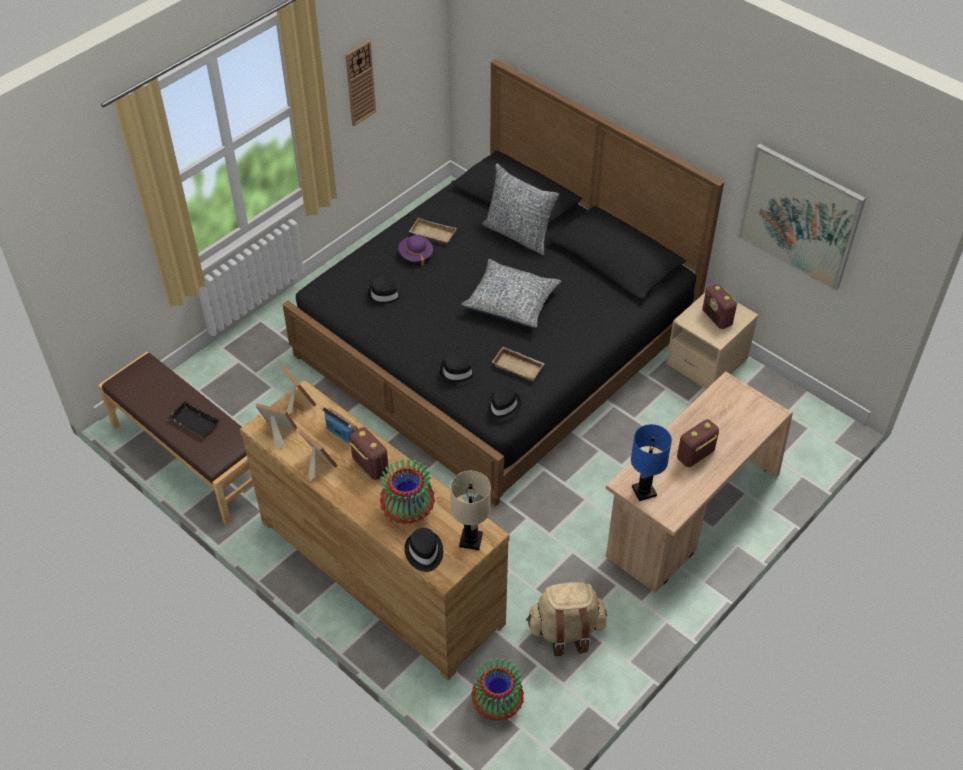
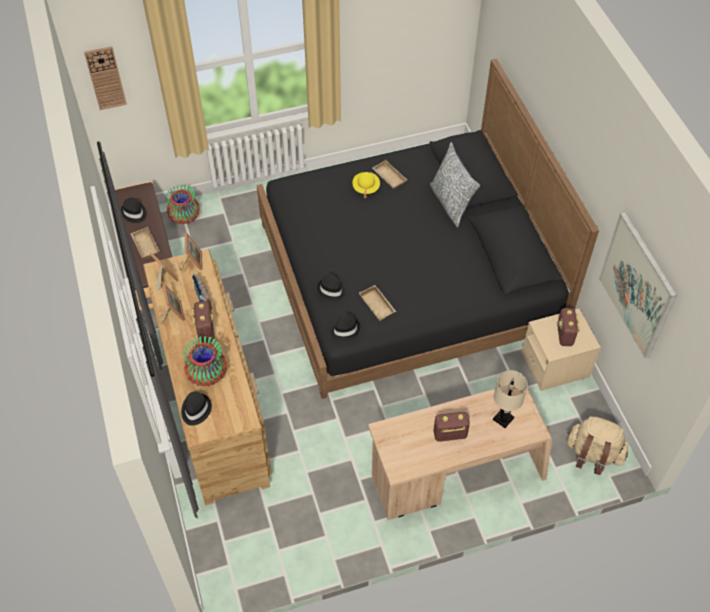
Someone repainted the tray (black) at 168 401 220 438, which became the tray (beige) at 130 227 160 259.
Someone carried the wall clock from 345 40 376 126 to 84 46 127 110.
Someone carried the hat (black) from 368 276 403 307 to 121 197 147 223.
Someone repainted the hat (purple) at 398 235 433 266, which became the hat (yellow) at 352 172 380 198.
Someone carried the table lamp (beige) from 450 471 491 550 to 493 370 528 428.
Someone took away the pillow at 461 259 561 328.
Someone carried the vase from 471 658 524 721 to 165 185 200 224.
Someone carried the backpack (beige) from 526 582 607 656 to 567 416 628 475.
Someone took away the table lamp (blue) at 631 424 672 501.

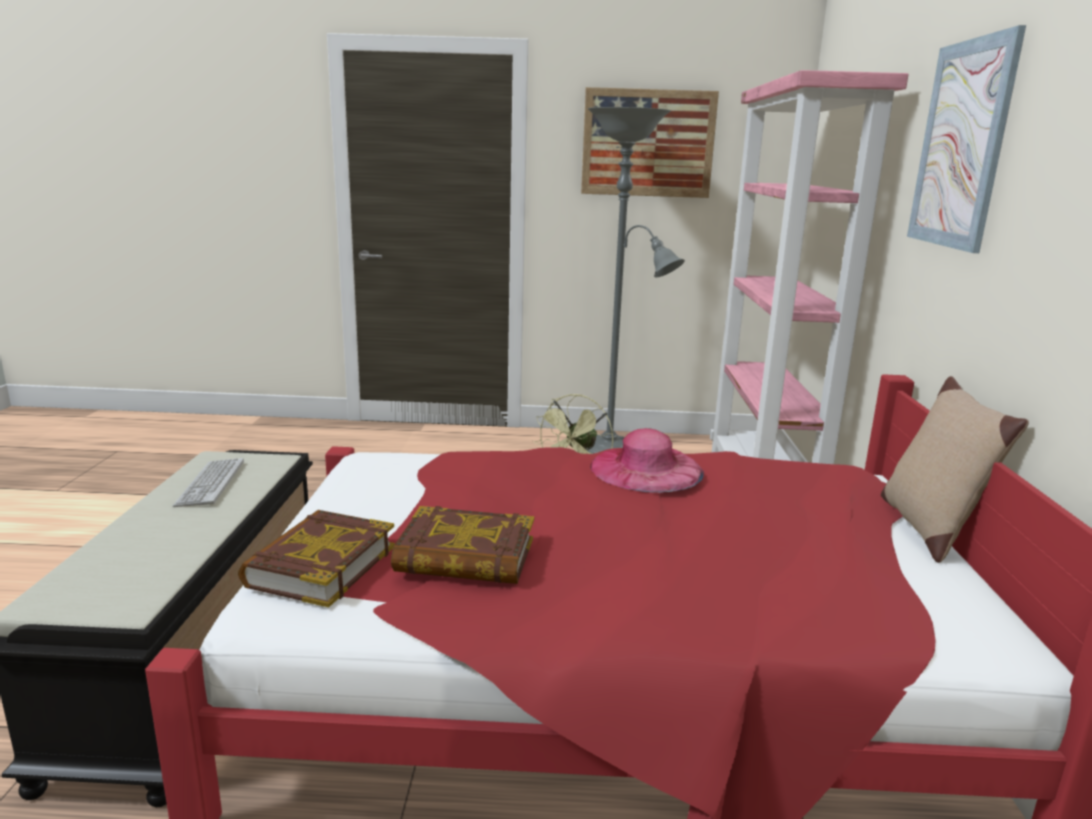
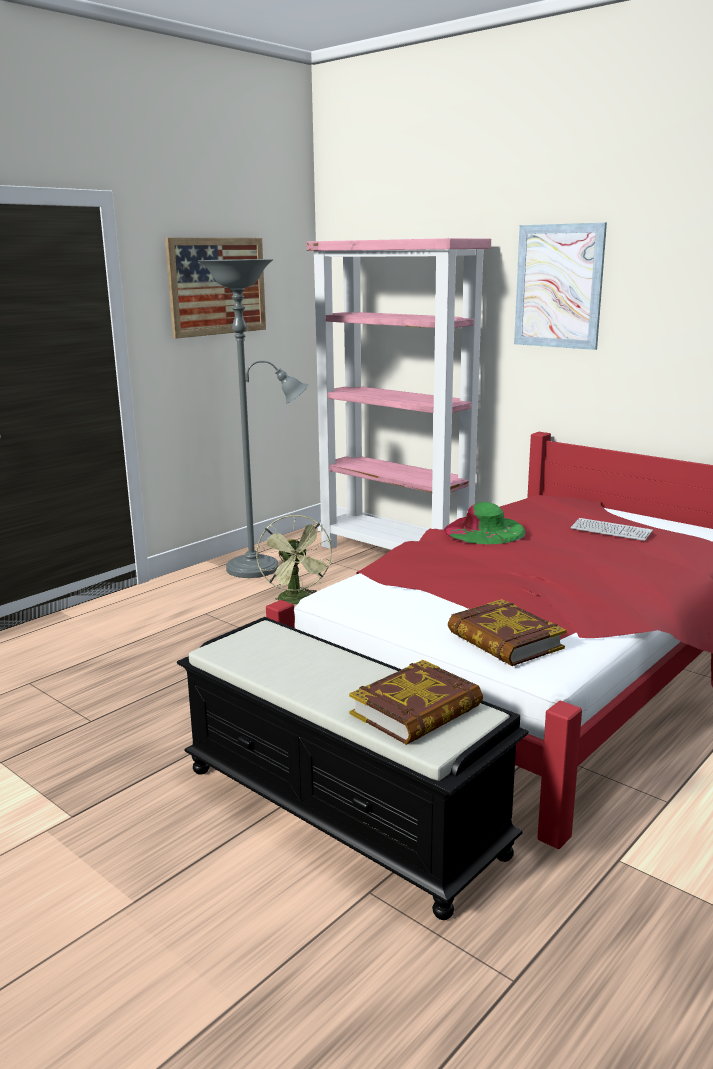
Someone carried the keyboard from 172 458 244 507 to 571 518 653 541.
Someone carried the book from 391 506 534 584 to 349 660 483 745.
Someone repainted the hat (pink) at 590 428 704 493, which became the hat (green) at 444 502 526 544.
Someone took away the pillow (beige) at 881 376 1029 563.

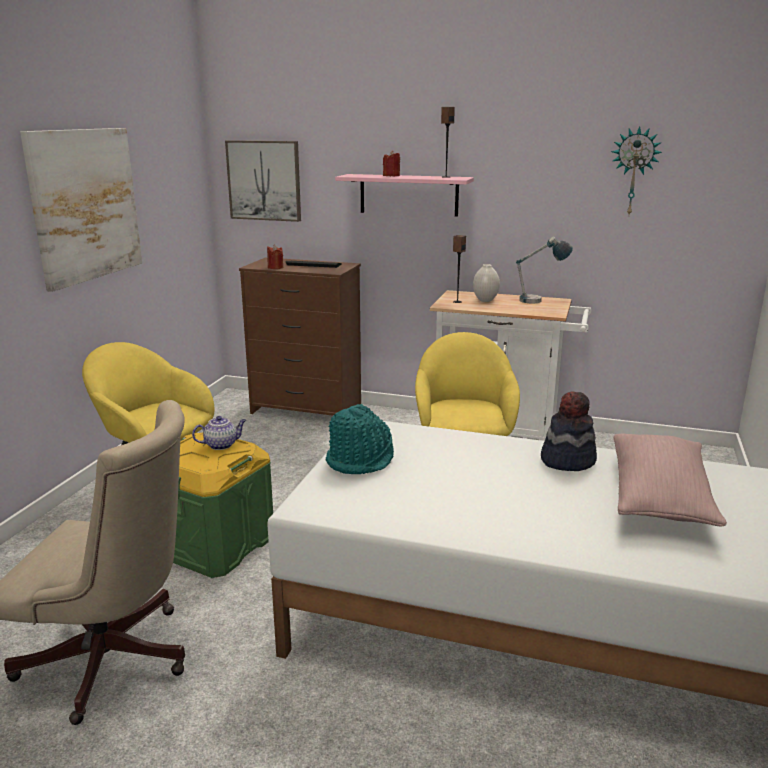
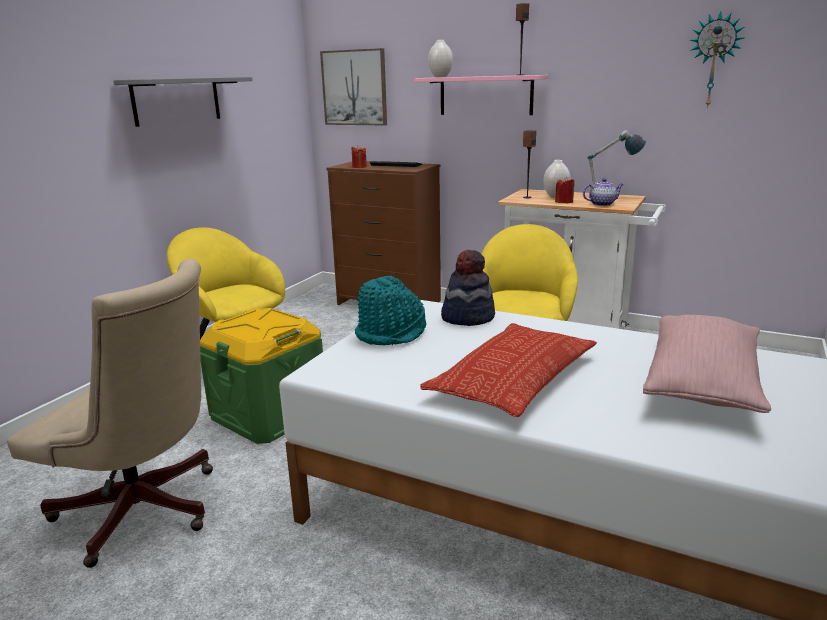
Someone swapped the picture at 20 128 142 292 for the shelf (grey) at 113 77 253 127.
Someone carried the teapot from 192 416 246 450 to 583 178 624 206.
Someone carried the candle (red) from 383 151 400 176 to 555 177 574 203.
Someone carried the hat from 541 391 597 471 to 441 250 495 326.
Someone put down the pillow at 420 323 597 417.
Someone put down the vase (white) at 428 40 453 77.

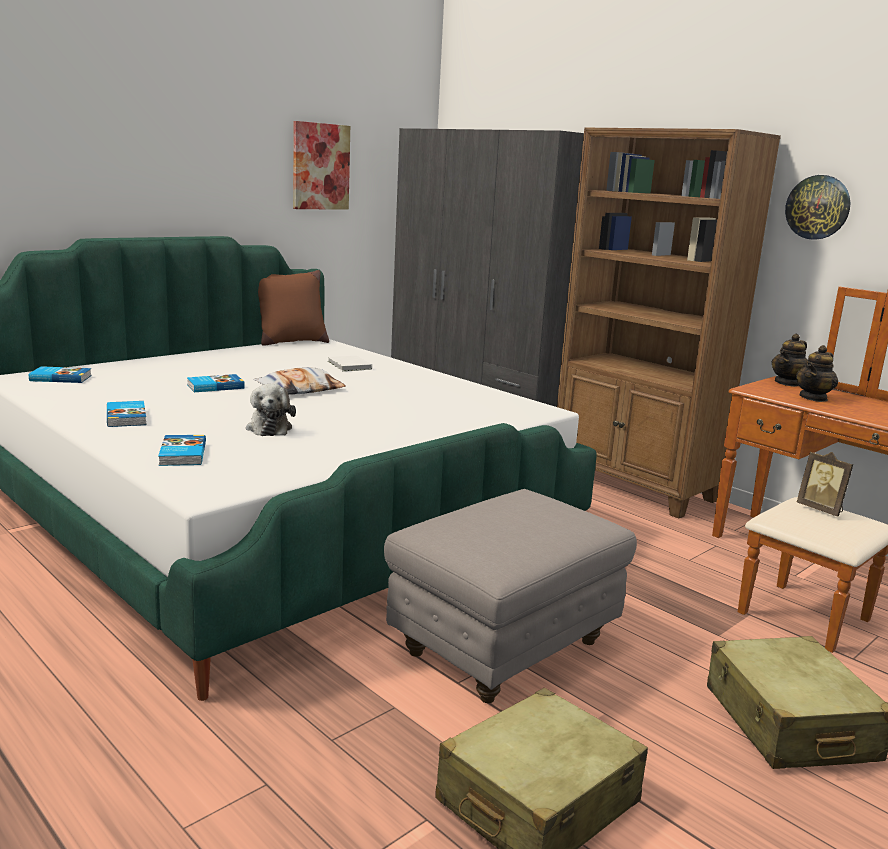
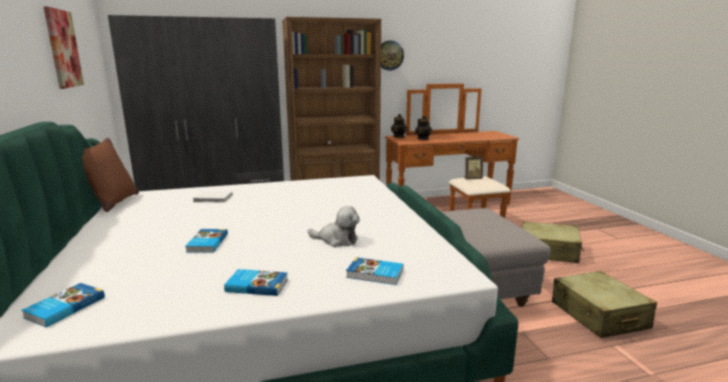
Someone took away the pillow at 253 367 346 394.

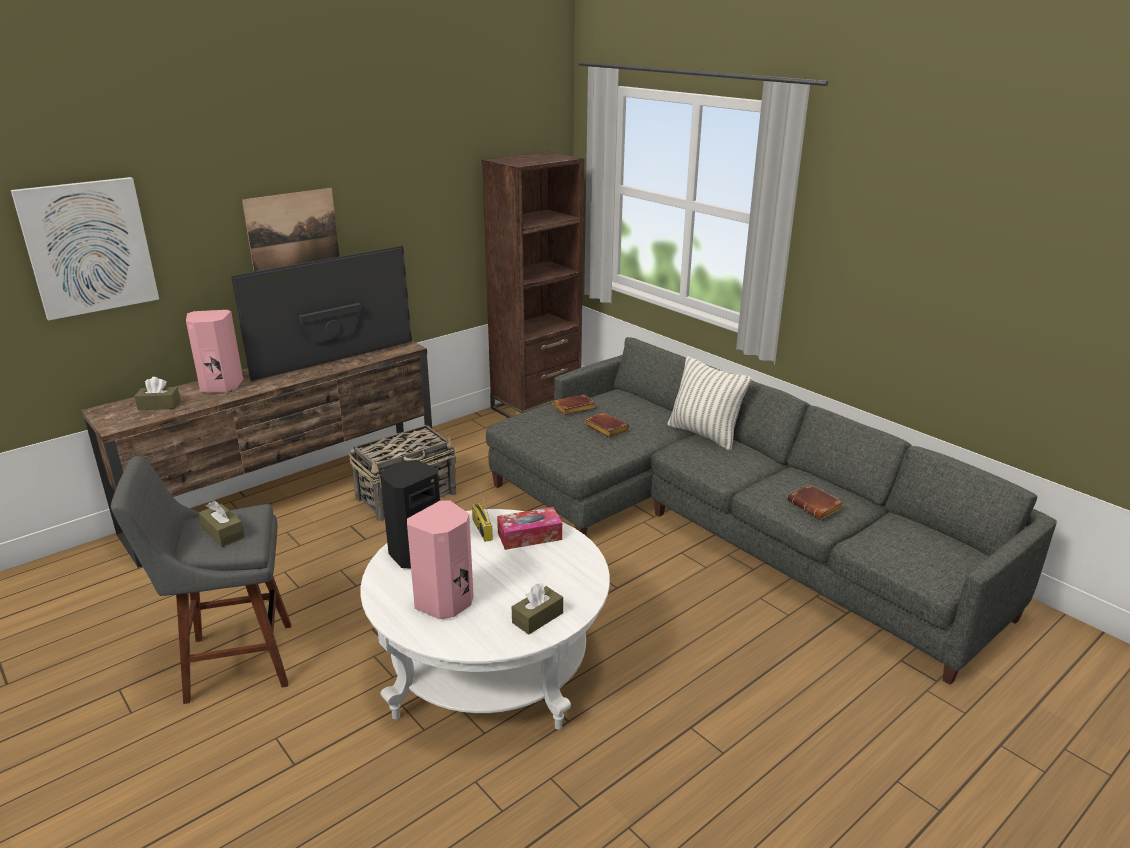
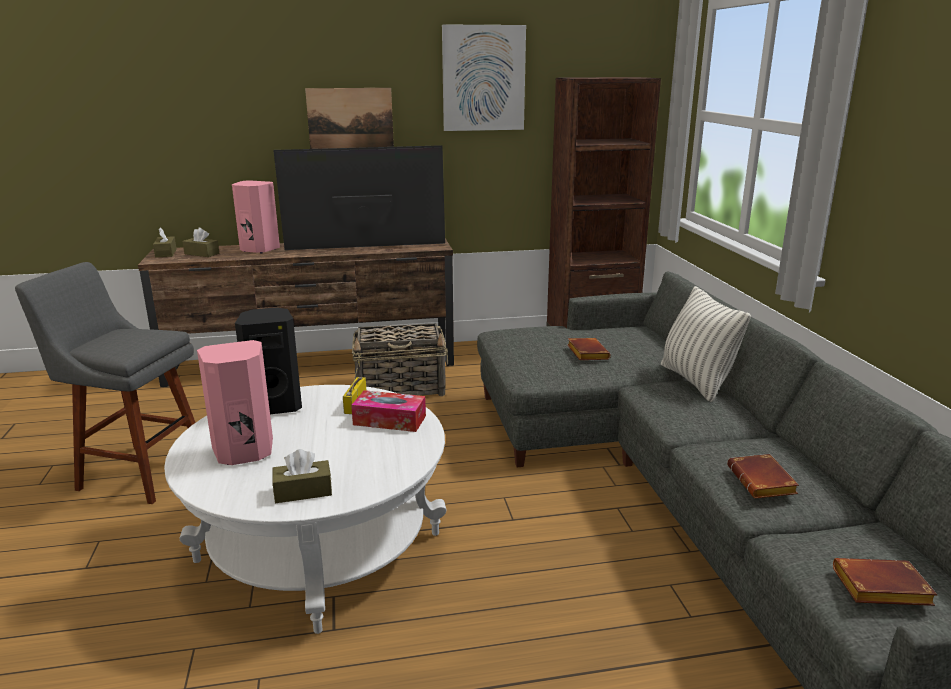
Someone carried the picture from 11 177 159 320 to 442 25 526 131.
Someone carried the tissue box (brown) from 199 500 245 547 to 153 227 177 258.
Someone carried the book (brown) from 553 395 595 415 to 833 558 938 606.

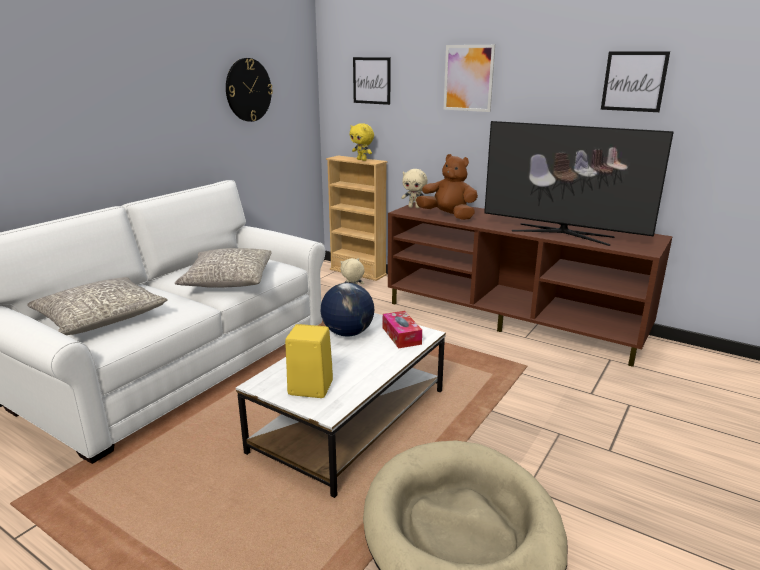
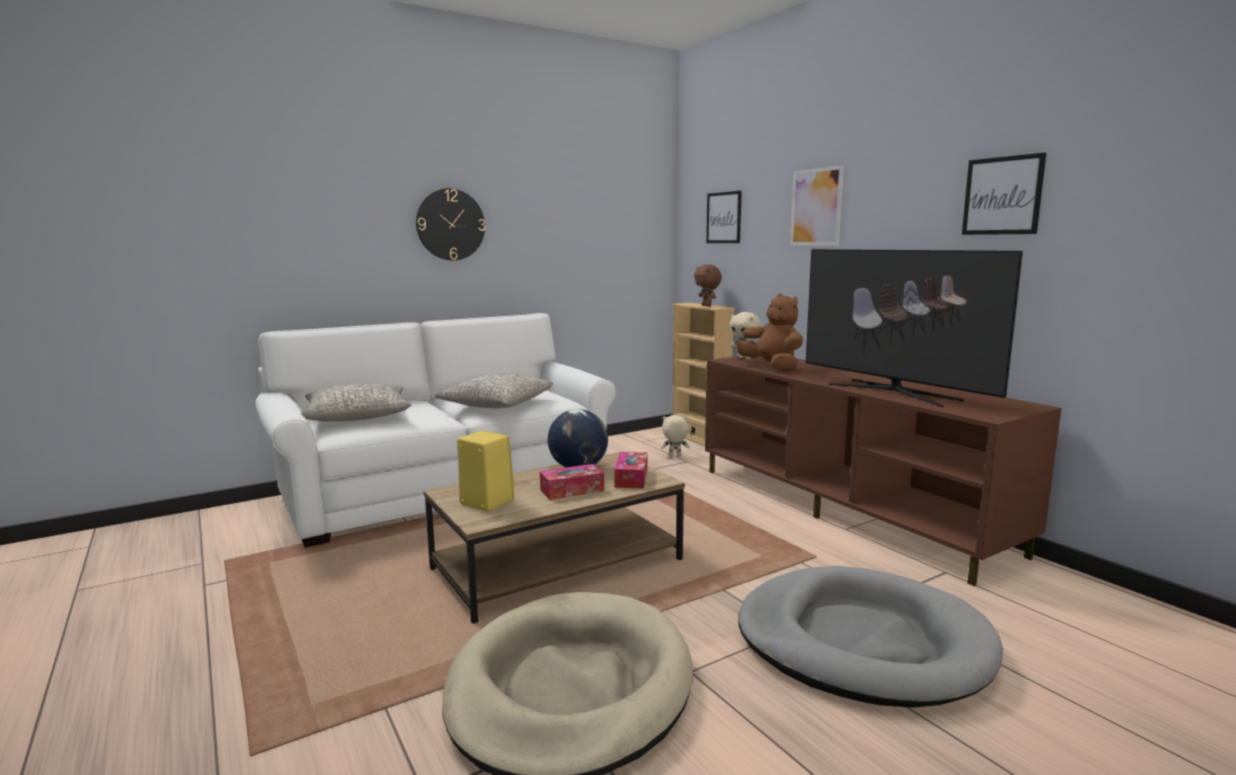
Someone carried the wall clock from 226 58 273 122 to 416 188 485 260.
Someone repainted the coffee table (white) at 236 313 446 498, which became the coffee table (brown) at 423 452 685 624.
Someone repainted the plush toy (yellow) at 350 123 374 161, which became the plush toy (brown) at 694 265 722 307.
Someone put down the tissue box at 540 464 604 500.
Someone put down the dog bed (grey) at 738 566 1003 708.

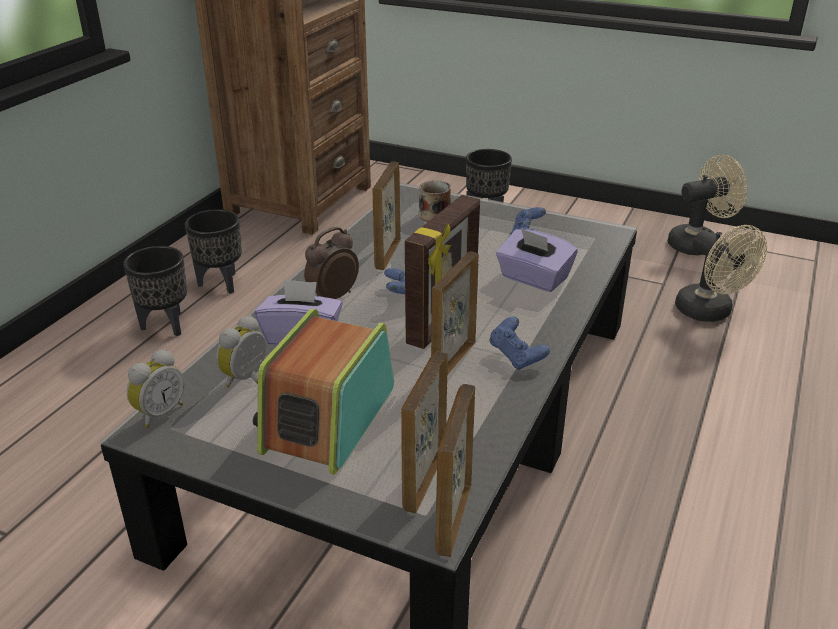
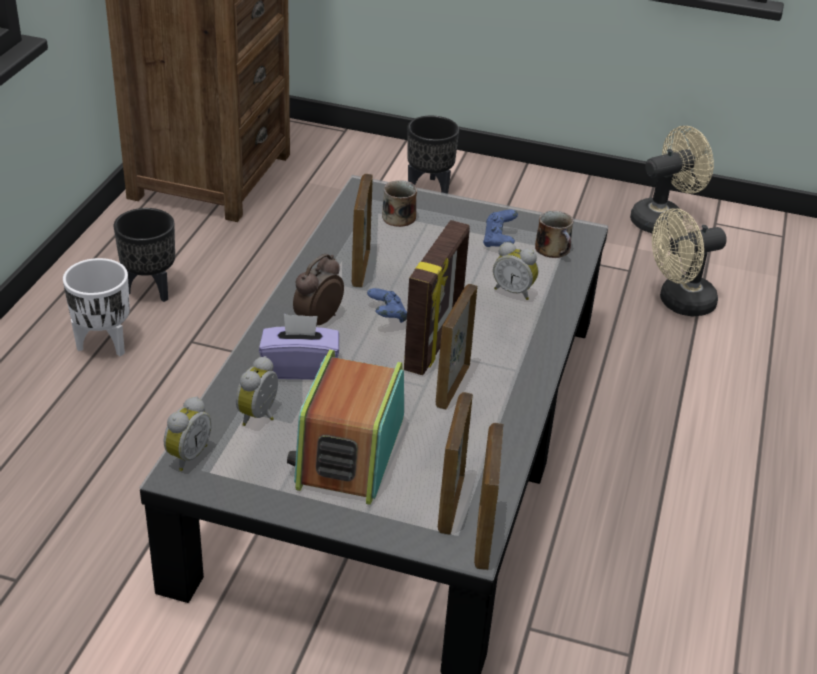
Someone repainted the planter (black) at 123 246 187 336, which became the planter (white) at 63 258 130 356.
Someone took away the game controller (blue) at 489 316 550 370.
Someone swapped the tissue box (purple) at 496 228 578 292 for the alarm clock at 493 242 538 300.
Someone rotated the fan (beige) at 675 225 767 322 by 105 degrees clockwise.
Someone put down the mug at 535 211 573 258.

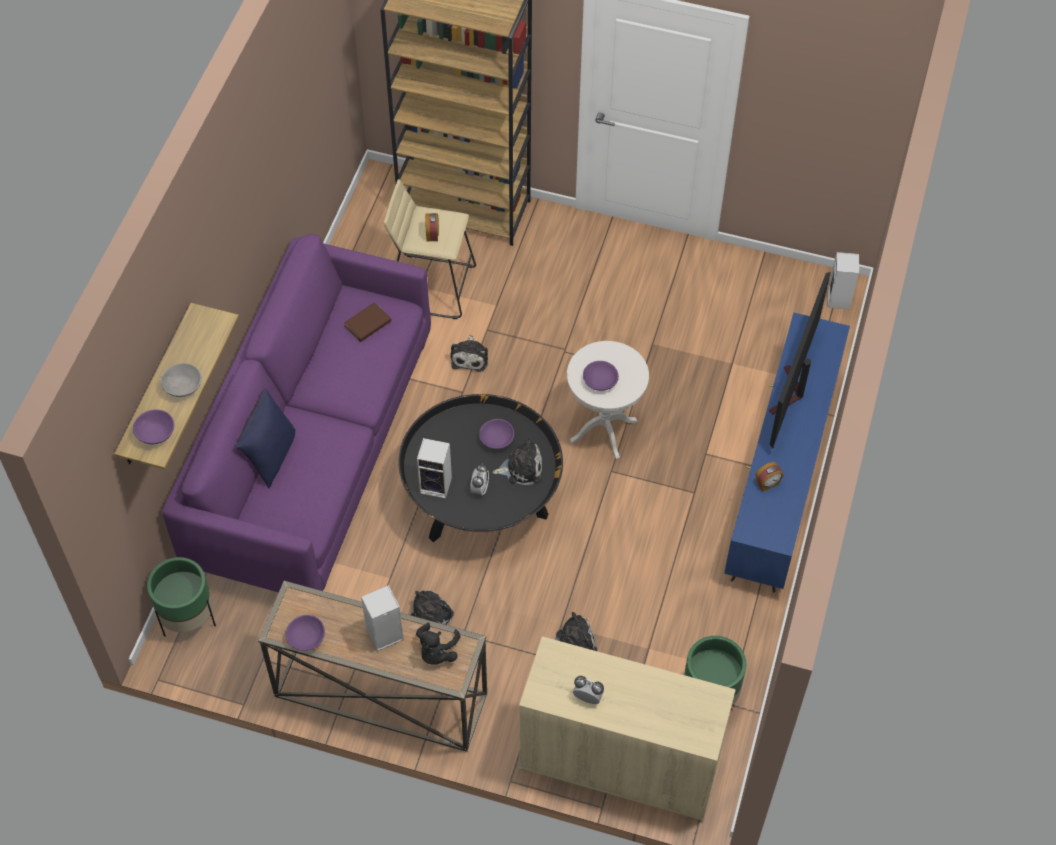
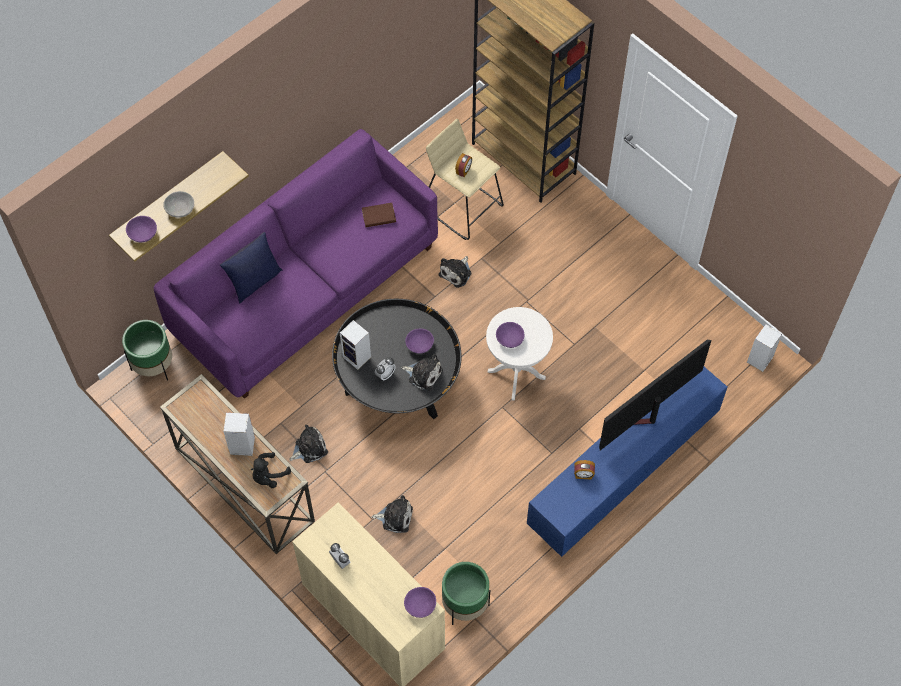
Someone carried the bowl (purple) from 286 615 325 651 to 404 587 436 618.

